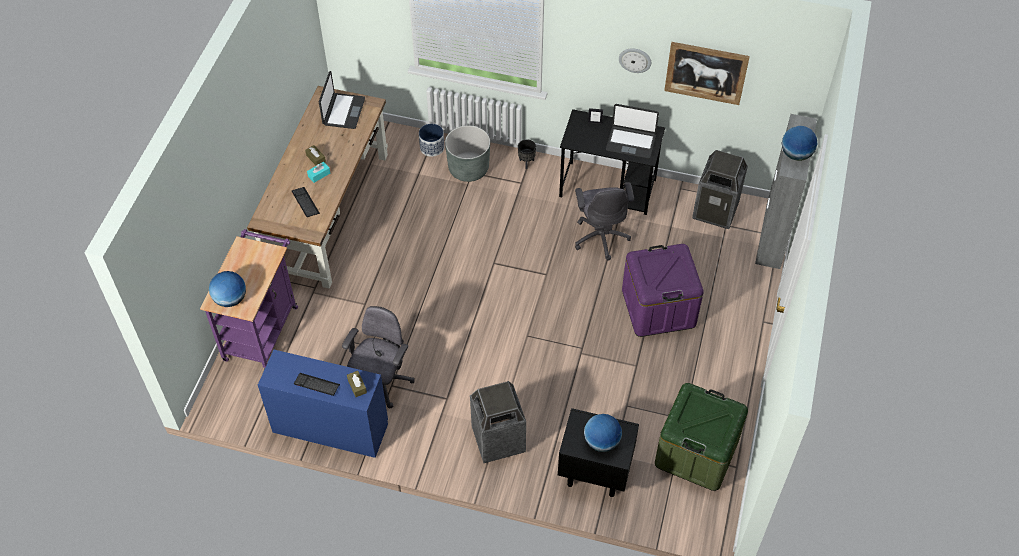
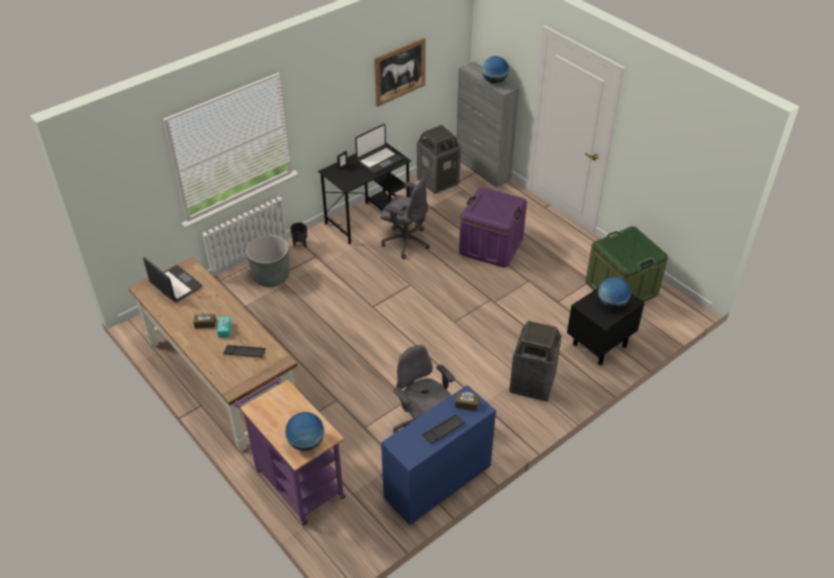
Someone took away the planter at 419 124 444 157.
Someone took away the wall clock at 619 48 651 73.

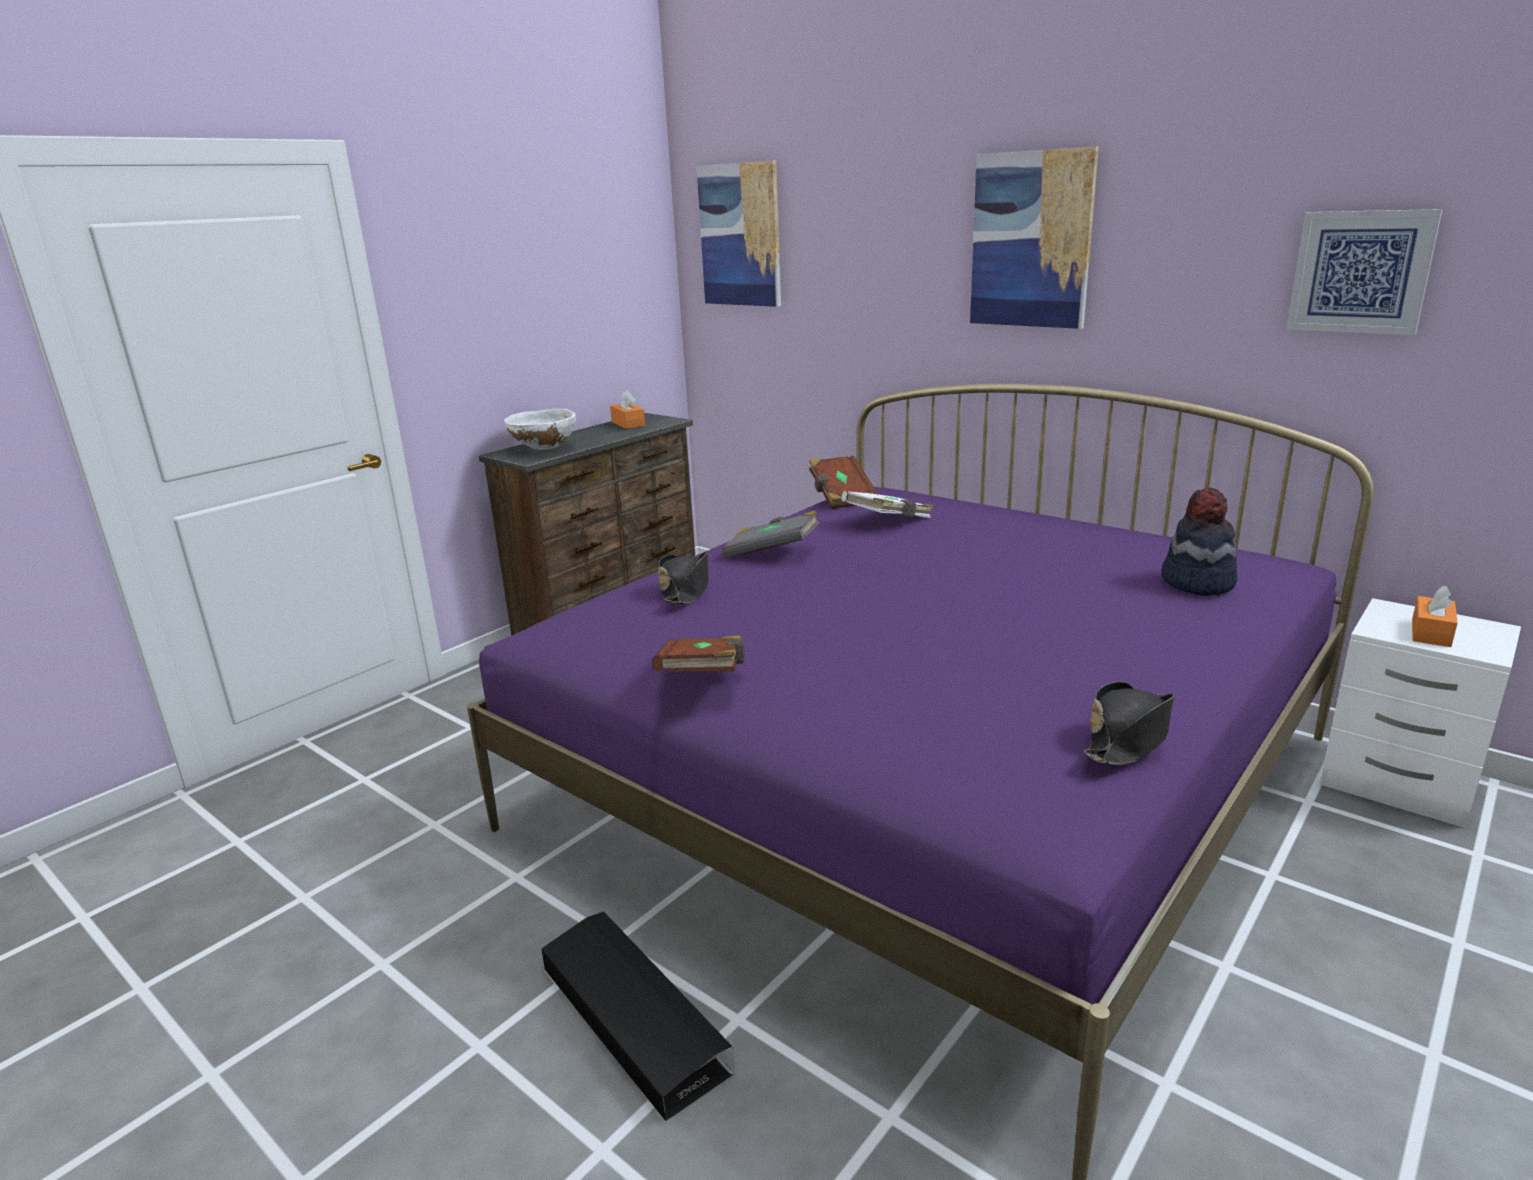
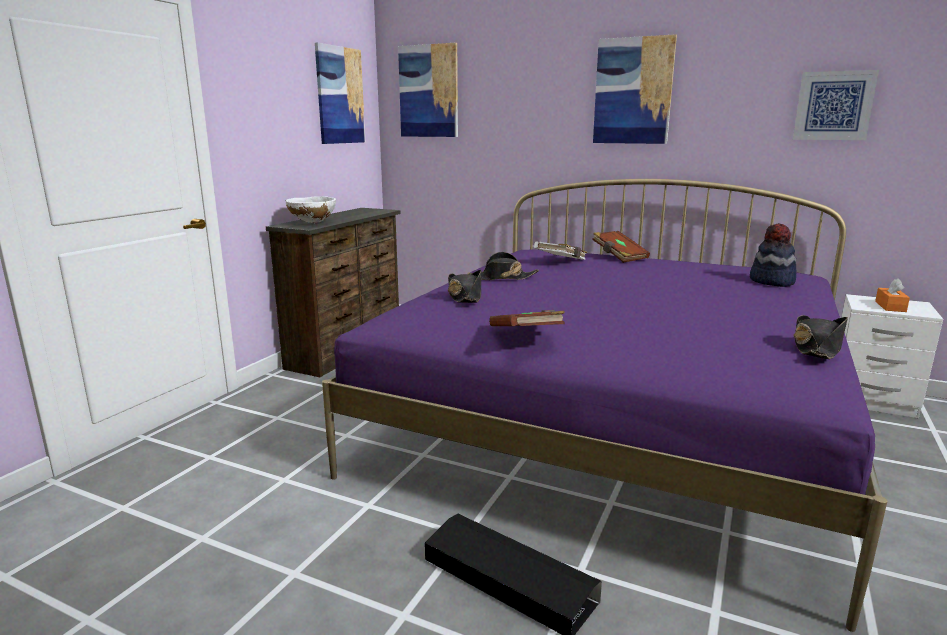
Someone took away the tissue box (orange) at 610 390 645 429.
Someone swapped the book (grey) at 722 510 819 558 for the hat (black) at 467 252 539 280.
Someone carried the book (brown) from 809 456 879 509 to 592 231 650 263.
Someone put up the picture at 315 42 365 144.

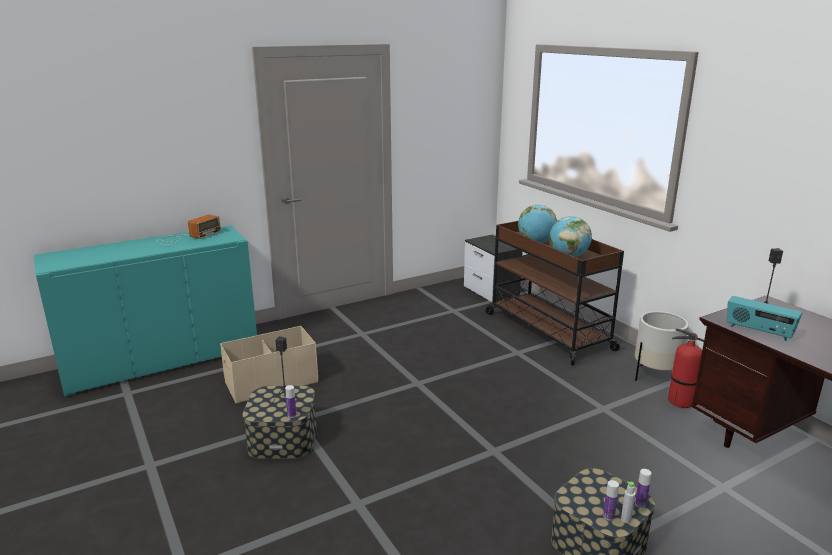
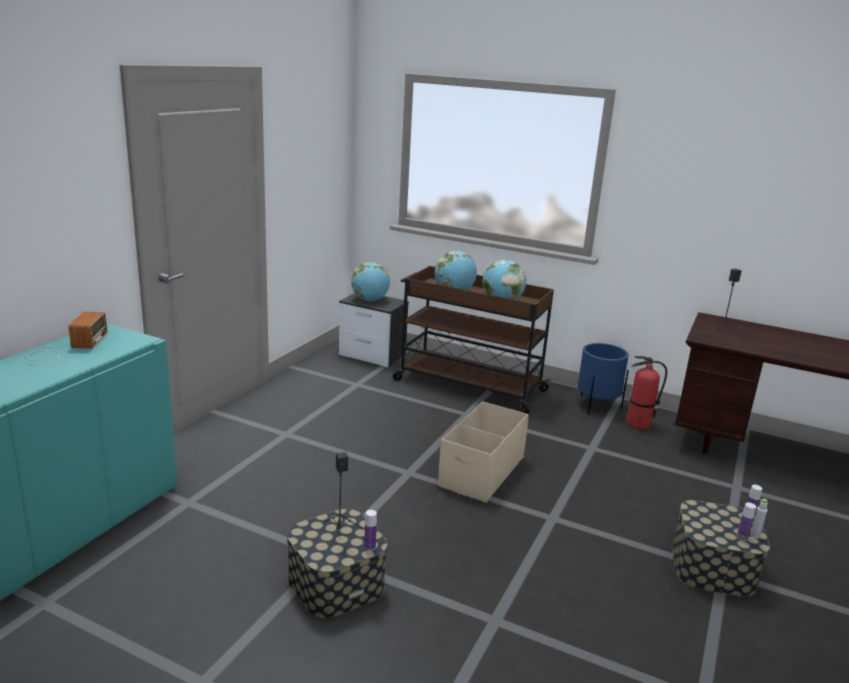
Someone carried the storage box (beige) from 220 326 318 404 to 438 402 528 503.
Someone repainted the planter (white) at 635 311 689 381, which became the planter (blue) at 577 343 629 415.
Someone took away the radio at 727 296 802 341.
Someone put down the globe at 351 262 390 301.

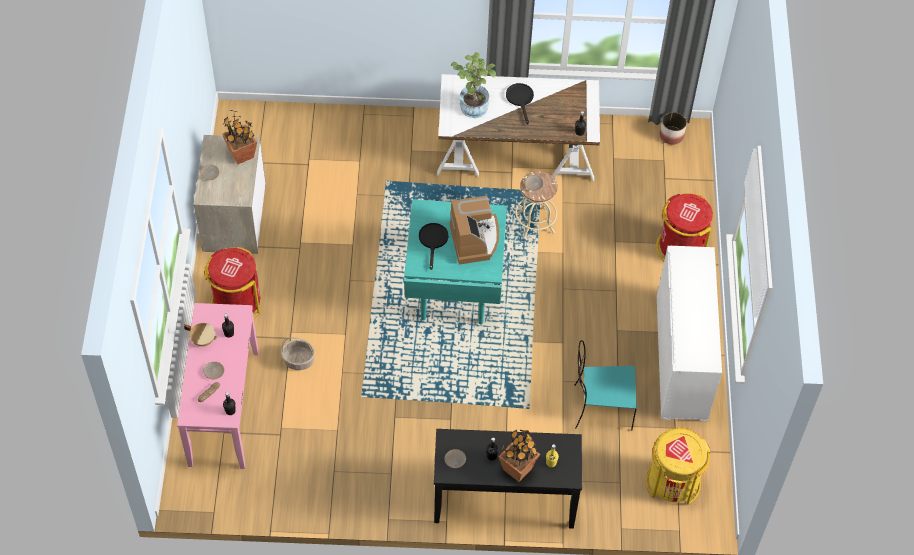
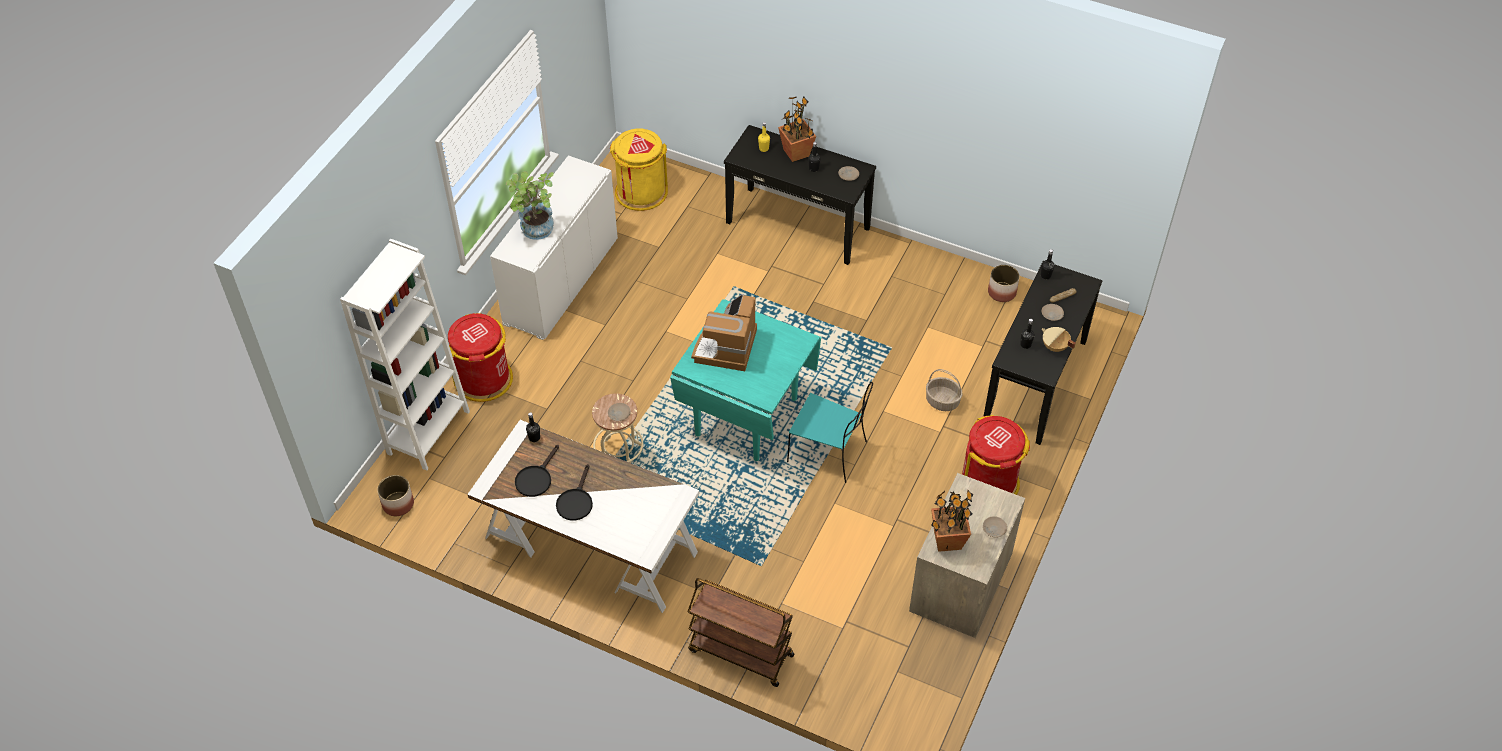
Someone repainted the console table (pink) at 177 303 259 469, which became the console table (black) at 984 262 1102 445.
Someone carried the frying pan (black) from 419 223 448 270 to 515 445 559 497.
Someone carried the potted plant from 451 52 496 118 to 506 171 554 240.
Someone carried the chair (turquoise) from 574 340 637 431 to 787 382 873 483.
Someone put down the bookcase (white) at 340 239 470 471.
Someone put down the cart (brown) at 687 578 794 687.
Someone put down the planter at 988 265 1020 302.

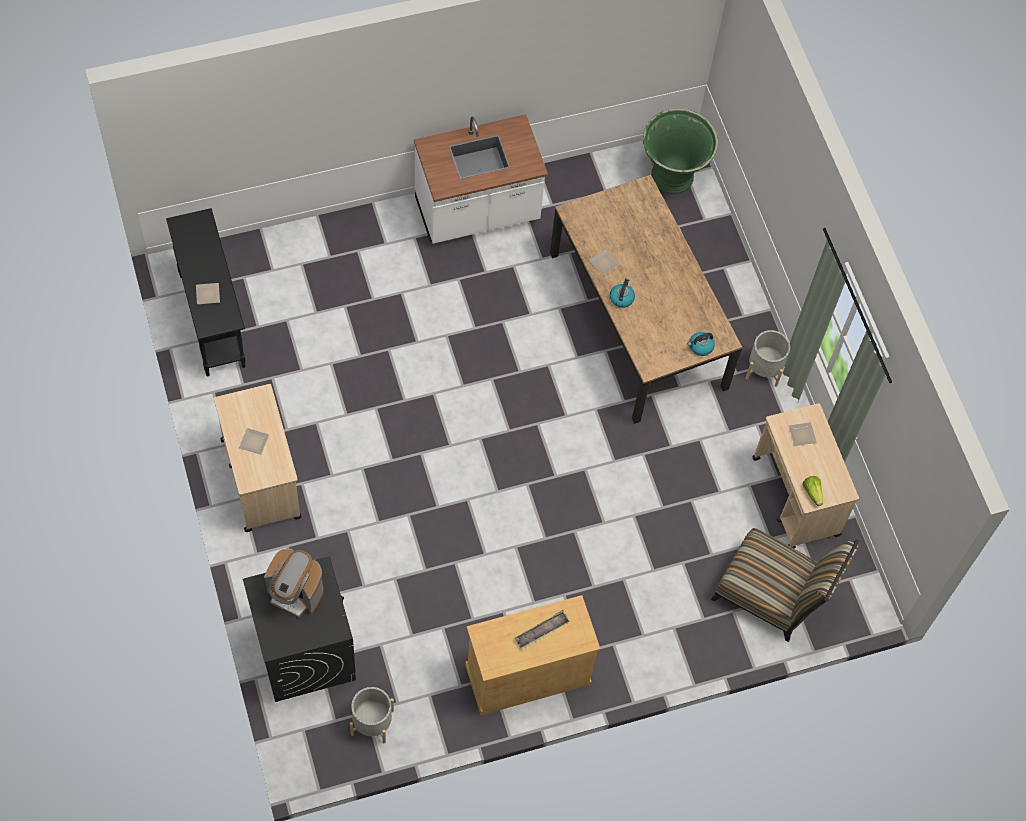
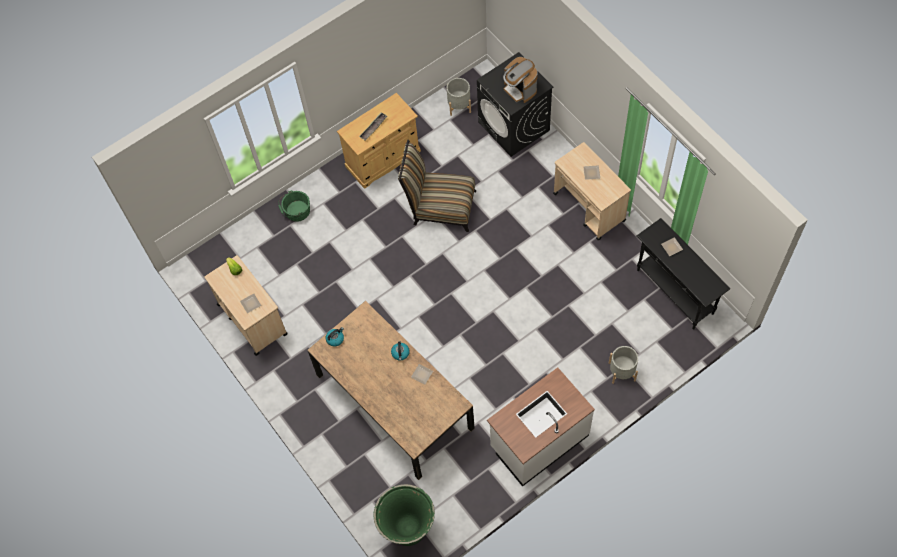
Someone rotated the coffee machine at 264 548 323 618 by 135 degrees counterclockwise.
Someone carried the chair from 711 528 859 642 to 398 140 476 232.
Someone carried the planter (grey) from 746 330 790 387 to 609 346 638 384.
Someone put down the bucket (green) at 278 190 310 222.

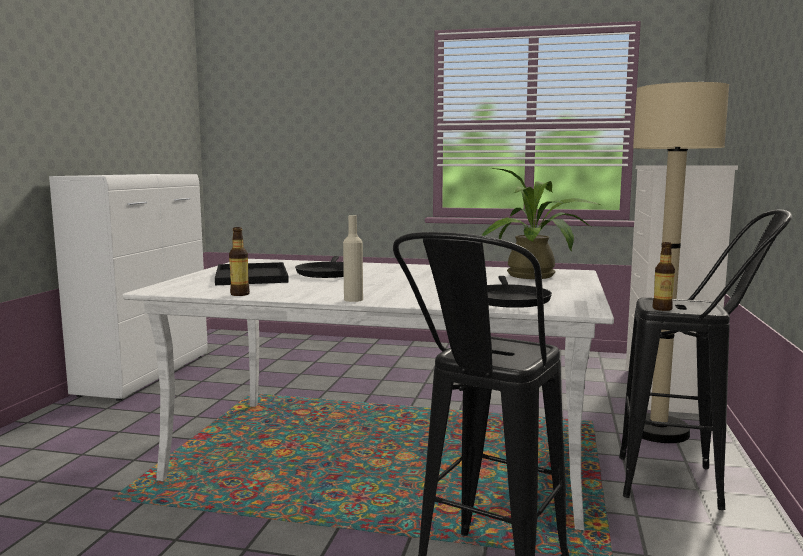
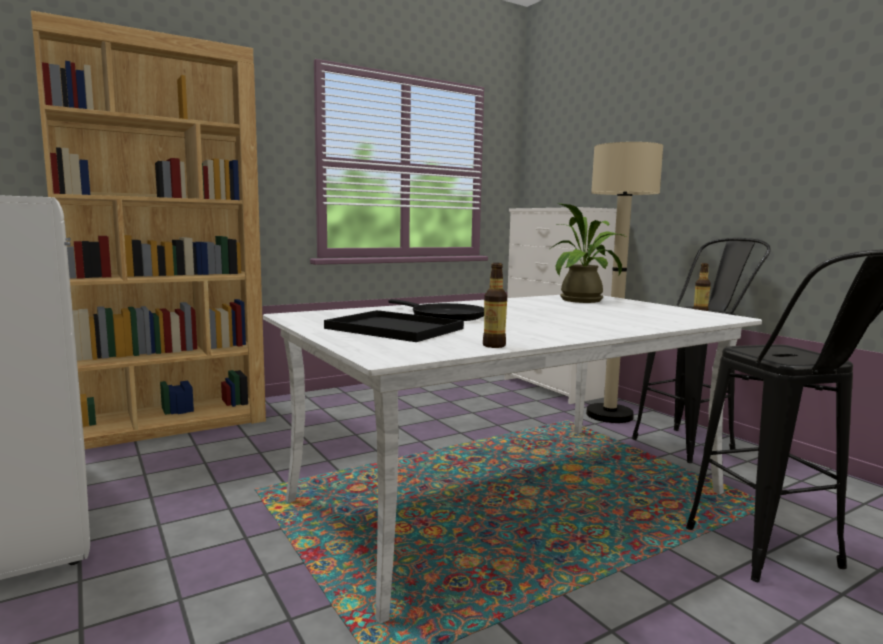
Someone took away the bottle (beige) at 343 215 363 302.
Someone took away the frying pan (black) at 487 276 552 308.
Someone put down the bookcase (brown) at 31 10 266 449.

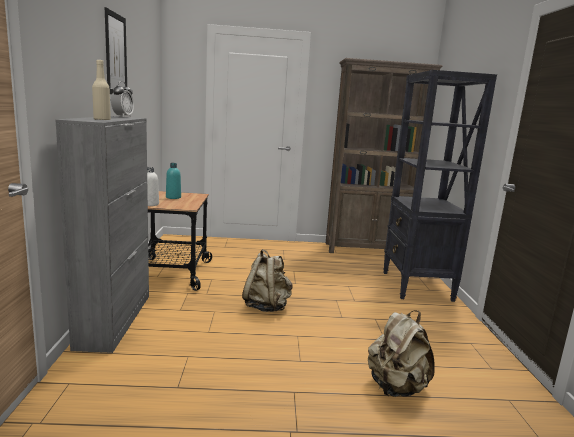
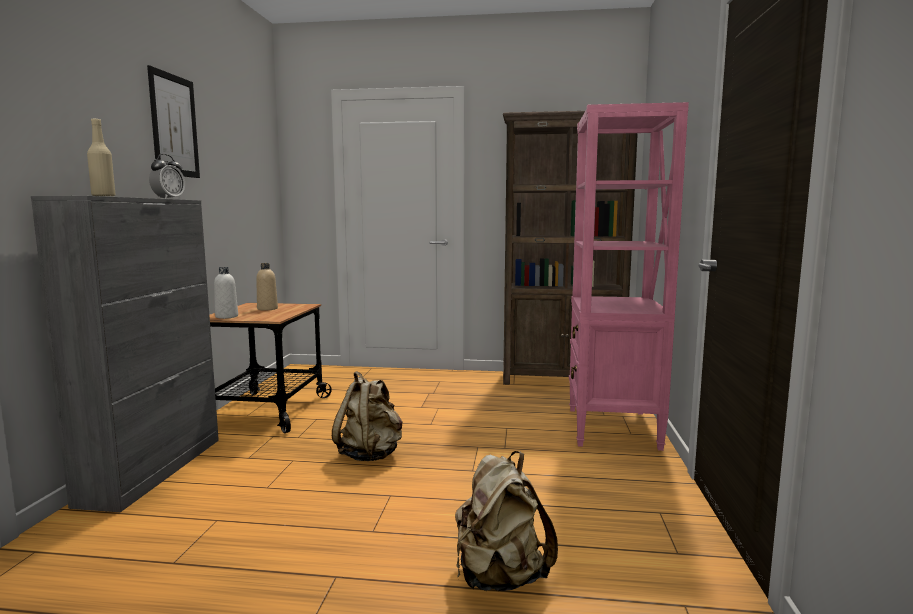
Someone repainted the bottle (turquoise) at 166 163 181 199, which became the bottle (beige) at 256 263 278 311.
Someone repainted the bookcase (black) at 383 70 497 302, which became the bookcase (pink) at 569 102 689 451.

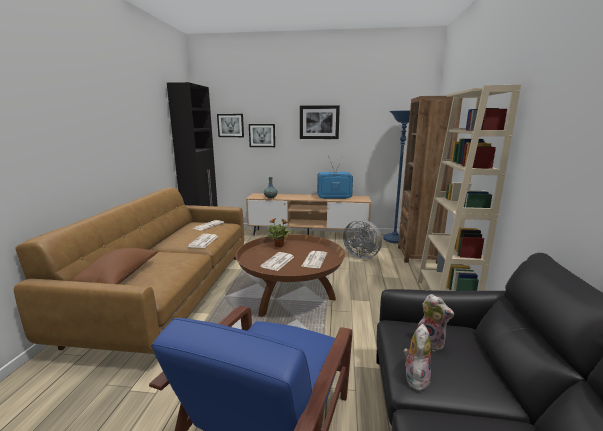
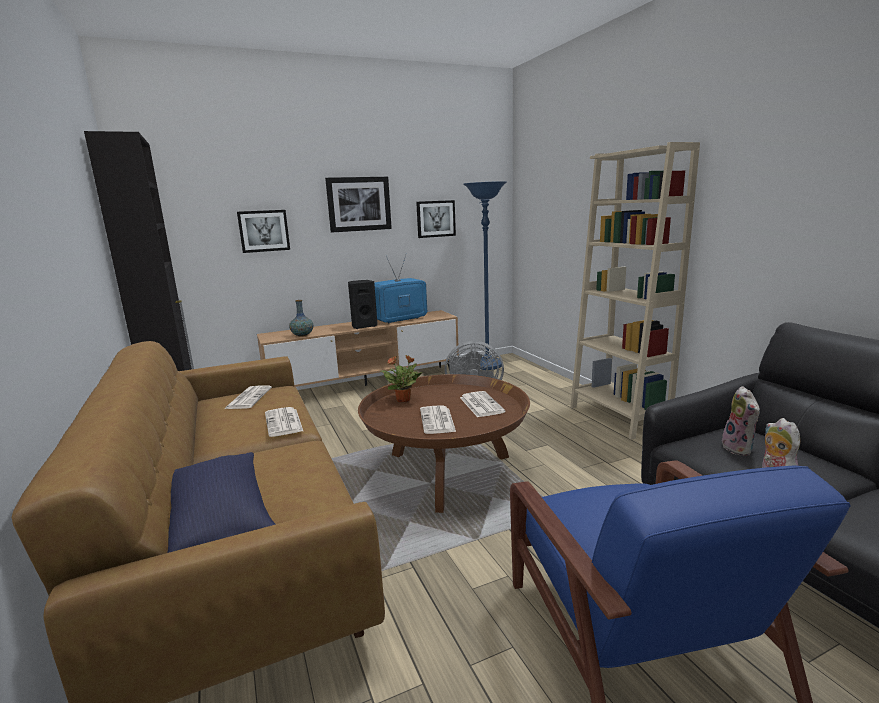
Someone repainted the pillow (brown) at 71 248 158 284, which became the pillow (blue) at 168 452 276 553.
Someone carried the picture from 217 114 244 137 to 416 200 456 238.
Someone took away the bookcase (brown) at 398 96 462 264.
Someone rotated the plush toy at 418 294 454 351 by 75 degrees clockwise.
Someone put down the speaker (black) at 348 280 378 329.

